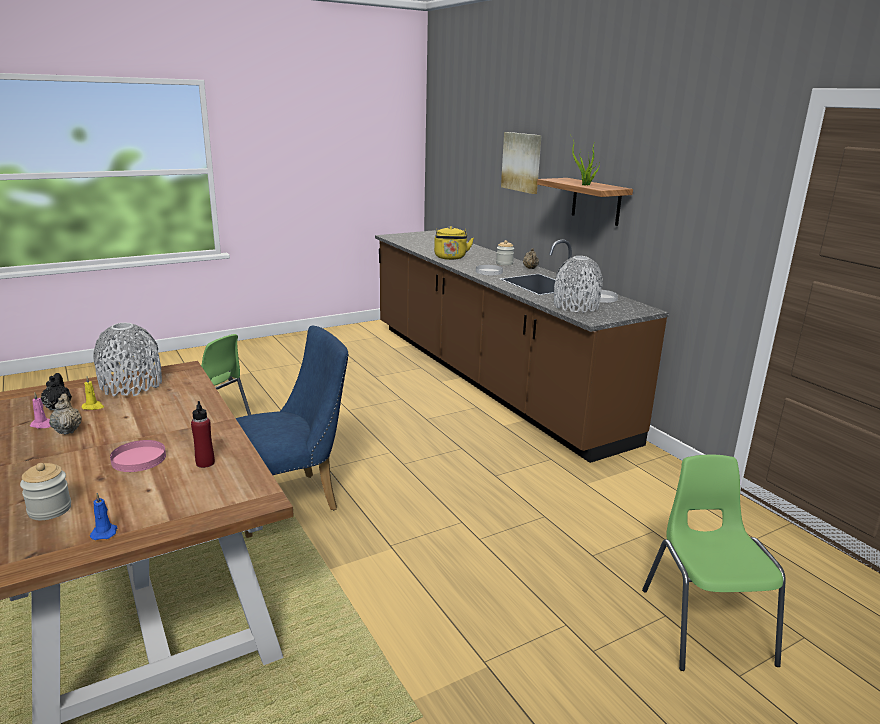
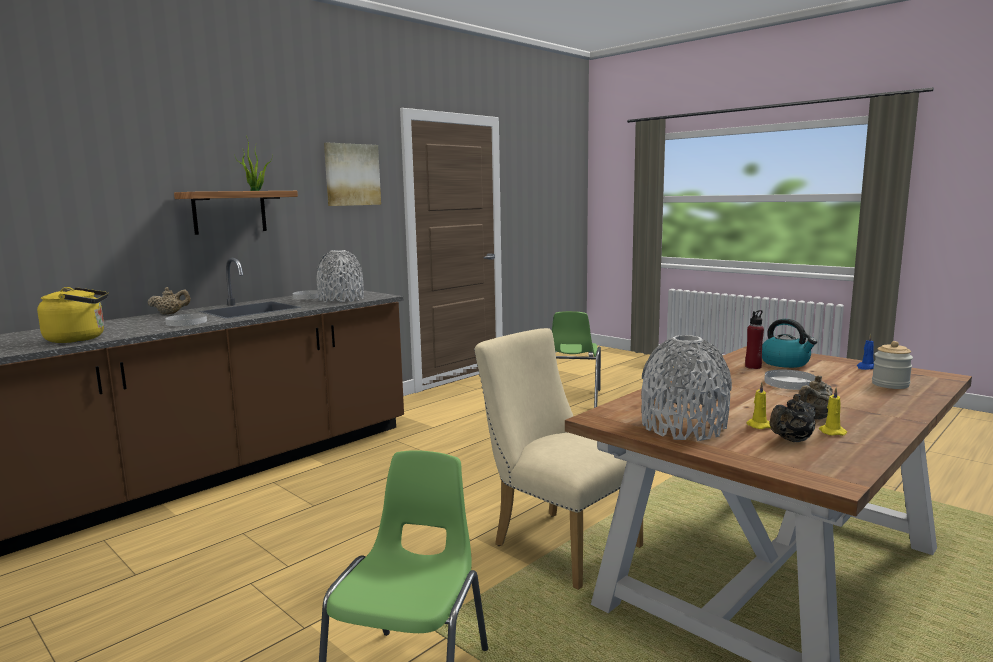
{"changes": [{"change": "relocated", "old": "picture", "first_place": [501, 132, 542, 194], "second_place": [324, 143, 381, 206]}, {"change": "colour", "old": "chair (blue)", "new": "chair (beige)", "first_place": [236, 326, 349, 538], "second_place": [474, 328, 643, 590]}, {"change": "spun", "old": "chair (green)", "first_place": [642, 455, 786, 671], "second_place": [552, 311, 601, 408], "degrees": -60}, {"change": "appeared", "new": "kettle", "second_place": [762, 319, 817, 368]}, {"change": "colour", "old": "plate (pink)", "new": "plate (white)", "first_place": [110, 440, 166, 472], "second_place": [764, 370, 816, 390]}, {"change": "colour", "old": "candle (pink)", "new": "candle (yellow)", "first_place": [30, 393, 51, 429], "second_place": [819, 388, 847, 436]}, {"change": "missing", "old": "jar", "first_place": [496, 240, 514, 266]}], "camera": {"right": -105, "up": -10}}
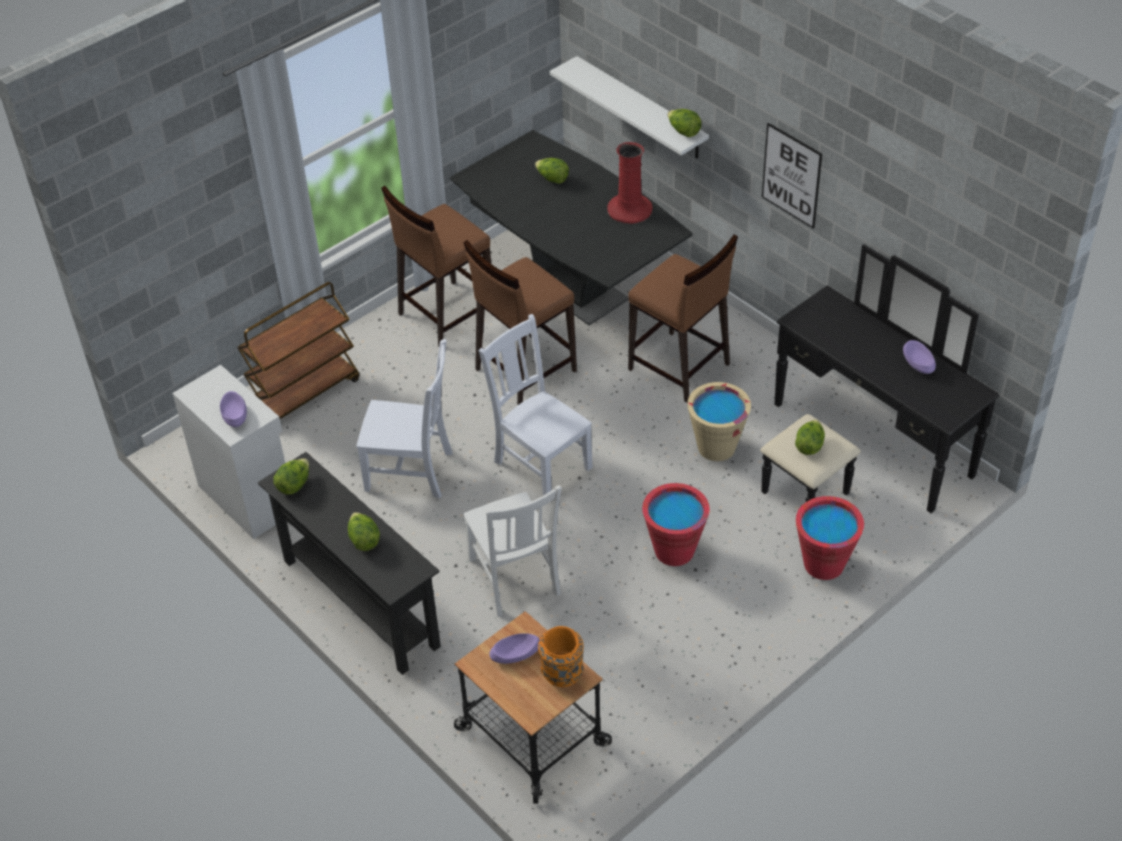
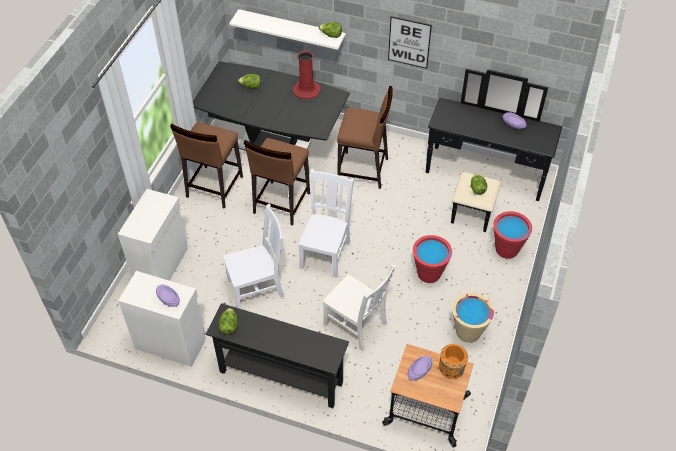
{"changes": [{"change": "exchanged", "old": "cart (brown)", "new": "cabinet (white)", "first_place": [237, 282, 360, 419], "second_place": [118, 189, 188, 281]}, {"change": "spun", "old": "chair (white)", "first_place": [479, 314, 593, 496], "second_place": [298, 169, 354, 278], "degrees": 90}, {"change": "relocated", "old": "bucket (beige)", "first_place": [687, 382, 751, 461], "second_place": [452, 293, 494, 343]}, {"change": "missing", "old": "lettuce", "first_place": [348, 512, 380, 551]}], "camera": {"right": -30, "up": 5}}
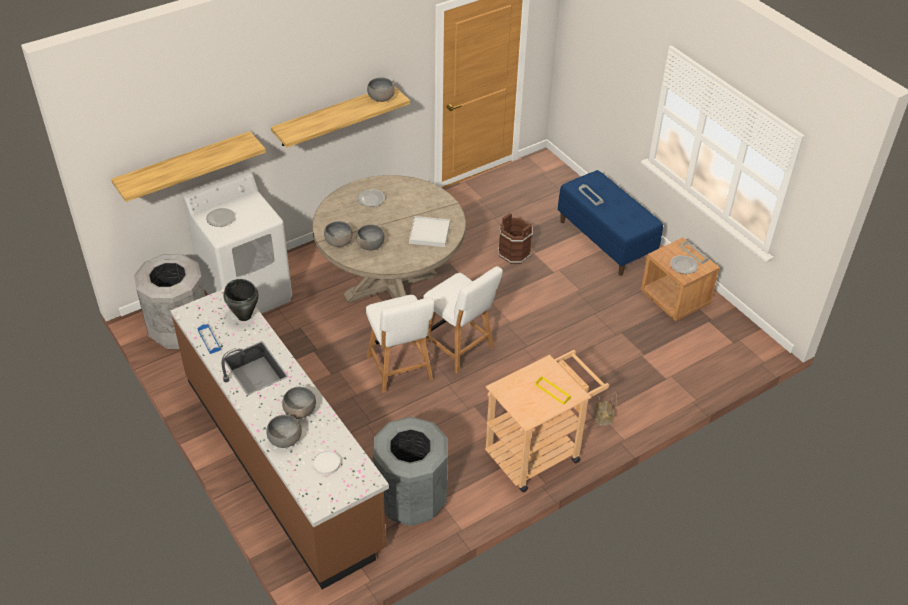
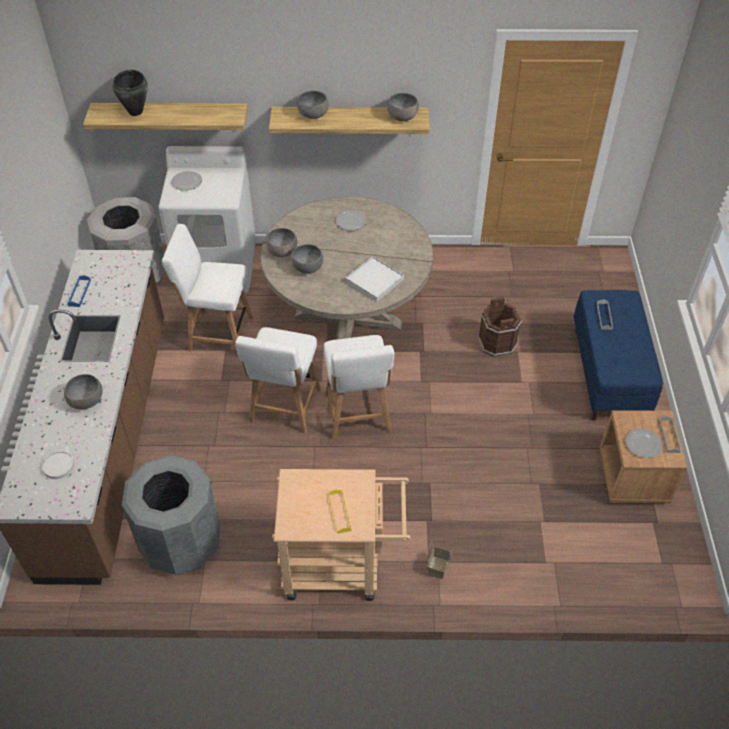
{"changes": [{"change": "relocated", "old": "cooking pot (black)", "first_place": [223, 279, 259, 321], "second_place": [112, 70, 148, 116]}, {"change": "appeared", "new": "chair (white)", "second_place": [162, 224, 254, 357]}, {"change": "relocated", "old": "bowl (grey)", "first_place": [266, 415, 302, 448], "second_place": [297, 91, 329, 119]}], "camera": {"right": 35, "up": 5}}
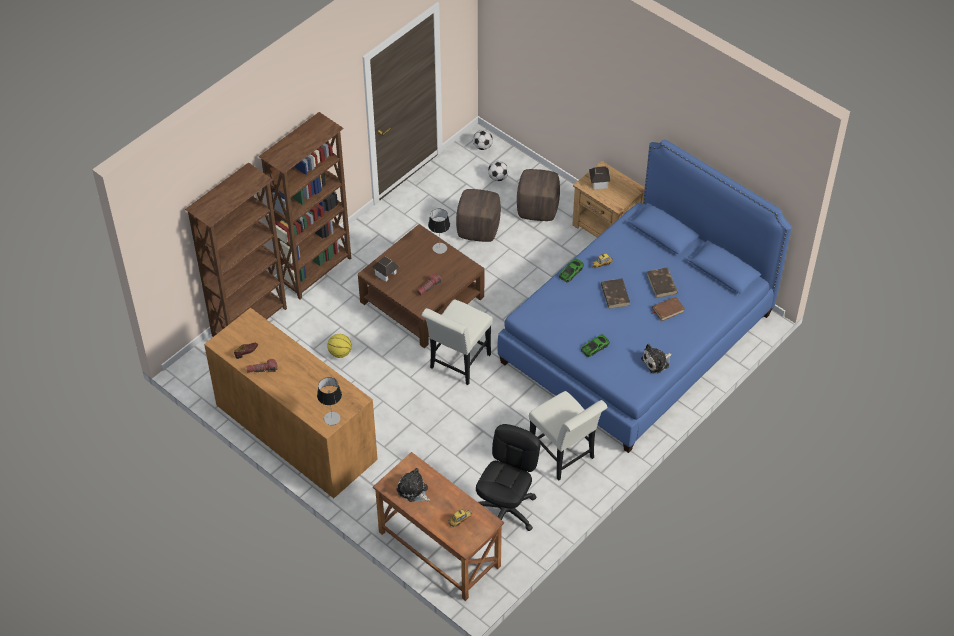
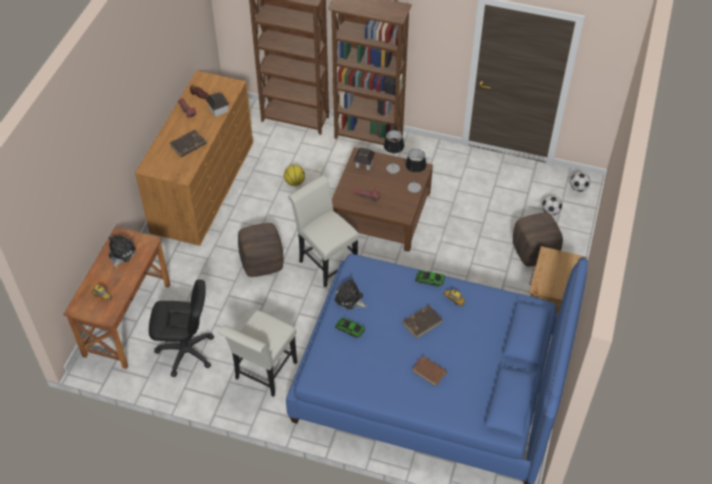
{"changes": [{"change": "relocated", "old": "book (brown)", "first_place": [647, 268, 678, 298], "second_place": [170, 130, 207, 157]}, {"change": "relocated", "old": "toy house", "first_place": [589, 166, 611, 189], "second_place": [205, 92, 230, 117]}, {"change": "relocated", "old": "ottoman (brown)", "first_place": [456, 189, 501, 242], "second_place": [238, 223, 283, 277]}, {"change": "spun", "old": "chair (white)", "first_place": [422, 300, 493, 385], "second_place": [288, 175, 359, 288], "degrees": 45}, {"change": "relocated", "old": "plush toy", "first_place": [641, 344, 672, 374], "second_place": [334, 278, 367, 310]}, {"change": "relocated", "old": "table lamp", "first_place": [317, 377, 342, 425], "second_place": [384, 130, 404, 174]}], "camera": {"right": 65, "up": 0}}
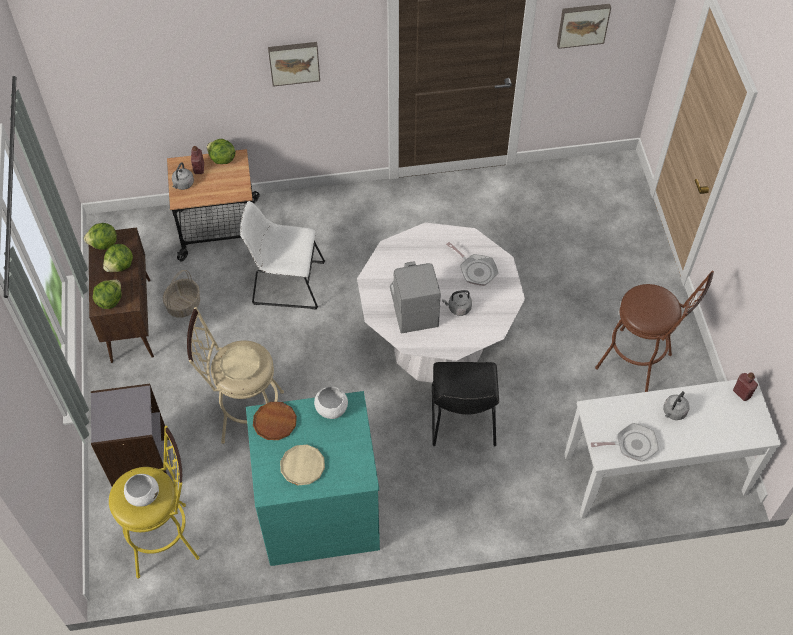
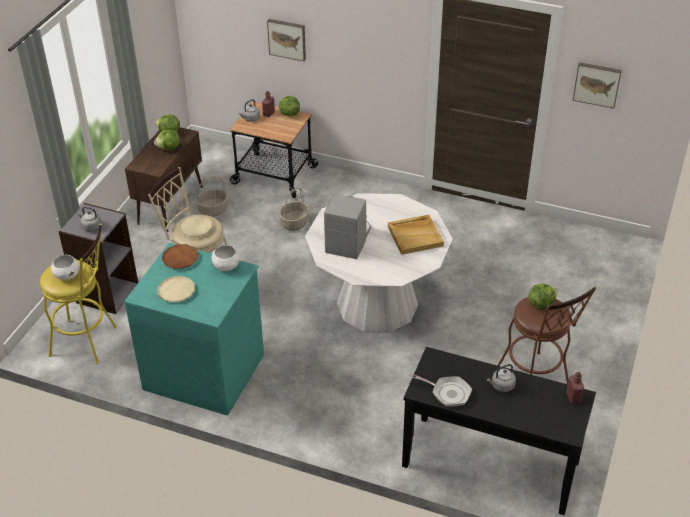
{"changes": [{"change": "relocated", "old": "kettle (grey)", "first_place": [442, 290, 472, 316], "second_place": [77, 206, 101, 231]}, {"change": "relocated", "old": "picture", "first_place": [268, 42, 320, 87], "second_place": [267, 19, 306, 61]}, {"change": "exchanged", "old": "chair (white)", "new": "basket", "first_place": [240, 201, 325, 310], "second_place": [279, 188, 310, 231]}, {"change": "exchanged", "old": "frying pan", "new": "tray (beige)", "first_place": [446, 242, 498, 286], "second_place": [388, 215, 444, 255]}, {"change": "colour", "old": "console table (white)", "new": "console table (black)", "first_place": [564, 377, 781, 519], "second_place": [402, 347, 596, 515]}, {"change": "relocated", "old": "lettuce", "first_place": [93, 280, 121, 309], "second_place": [528, 284, 557, 310]}, {"change": "missing", "old": "chair (black)", "first_place": [432, 362, 499, 447]}], "camera": {"right": 30, "up": -15}}
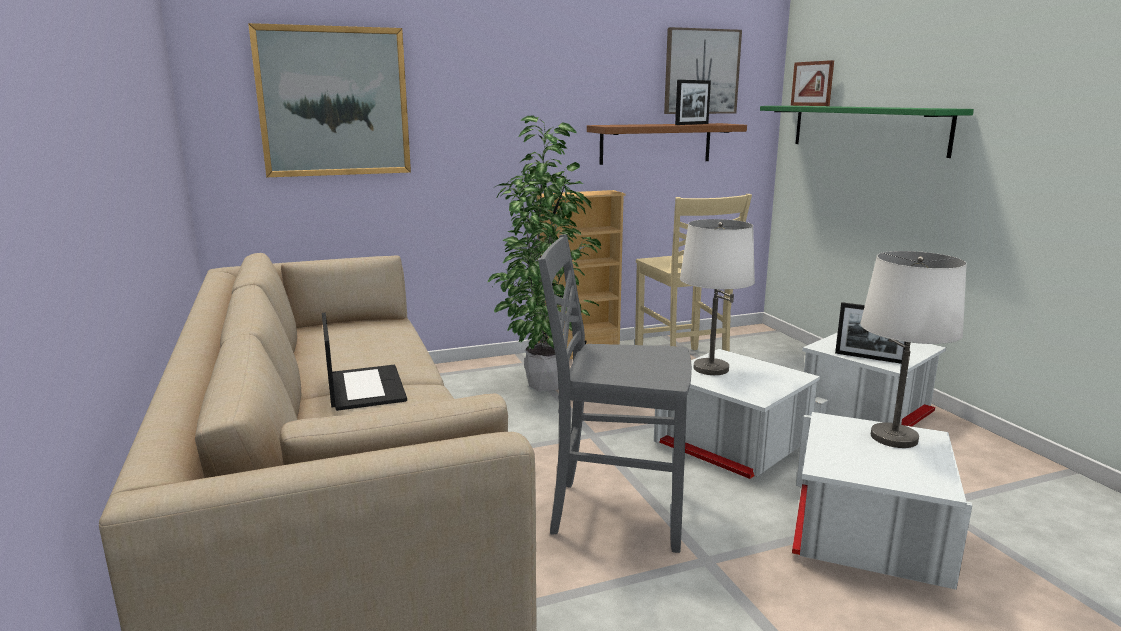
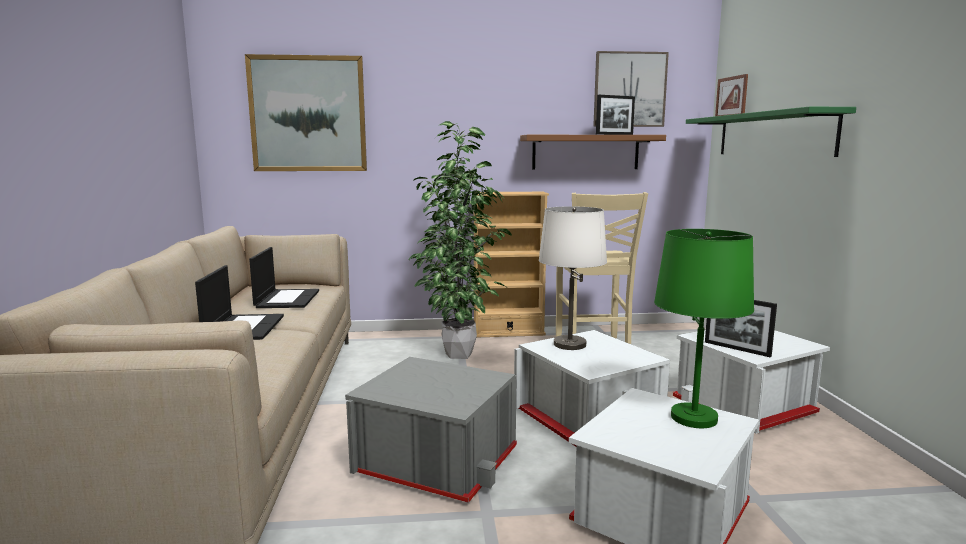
{"changes": [{"change": "appeared", "new": "laptop", "second_place": [249, 247, 319, 308]}, {"change": "exchanged", "old": "chair (grey)", "new": "storage box (grey)", "first_place": [538, 234, 692, 553], "second_place": [345, 357, 517, 503]}, {"change": "colour", "old": "table lamp (white)", "new": "table lamp (green)", "first_place": [860, 251, 967, 448], "second_place": [654, 229, 754, 428]}], "camera": {"right": 15, "up": -5}}
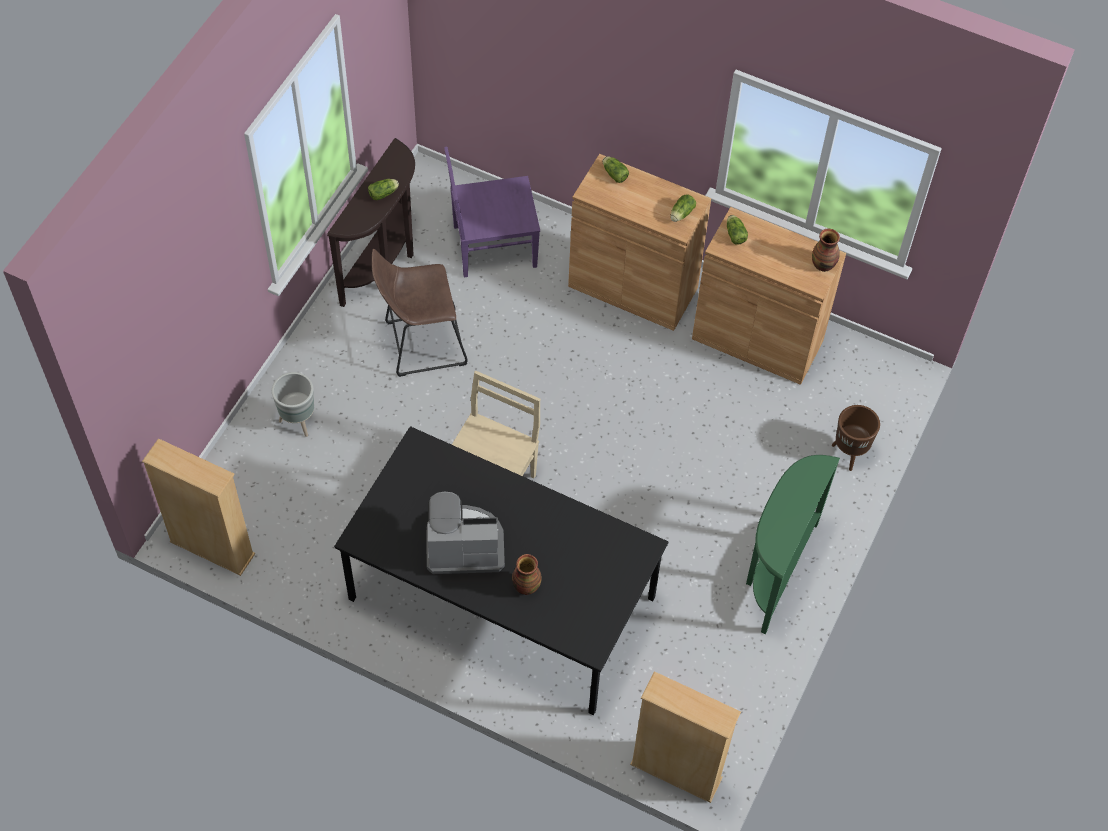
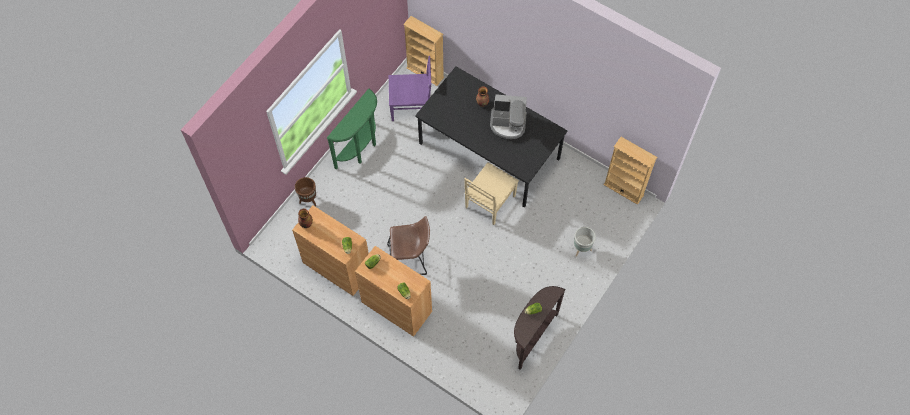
{"changes": [{"change": "relocated", "old": "stool (brown)", "first_place": [372, 249, 468, 377], "second_place": [387, 216, 430, 275]}, {"change": "relocated", "old": "chair (purple)", "first_place": [444, 147, 540, 277], "second_place": [389, 56, 431, 121]}], "camera": {"right": -170, "up": 5}}
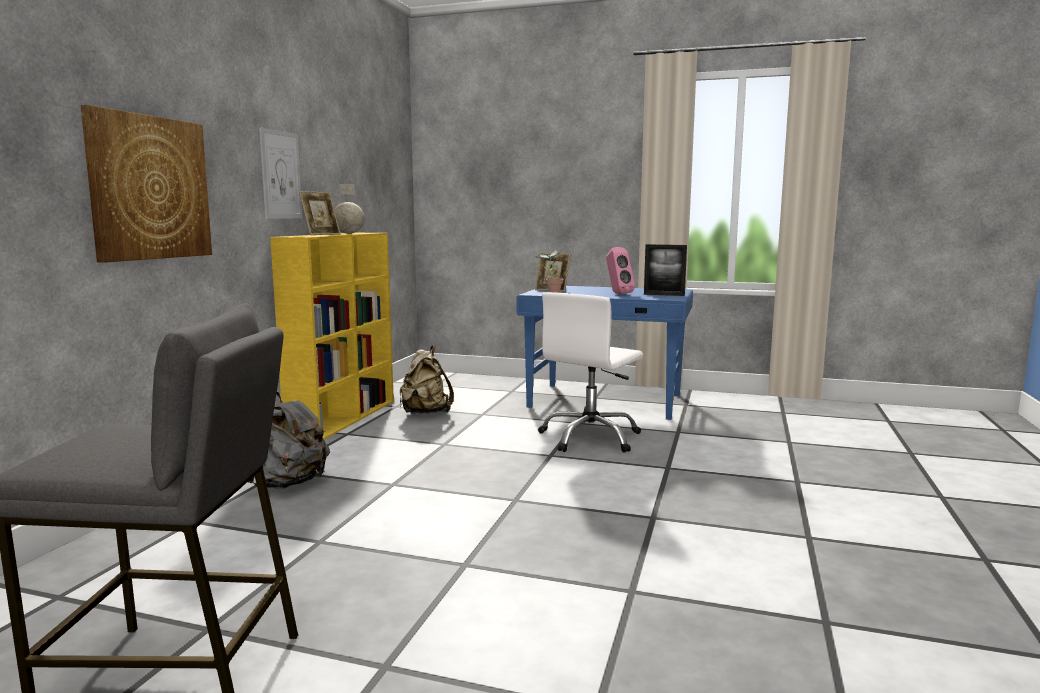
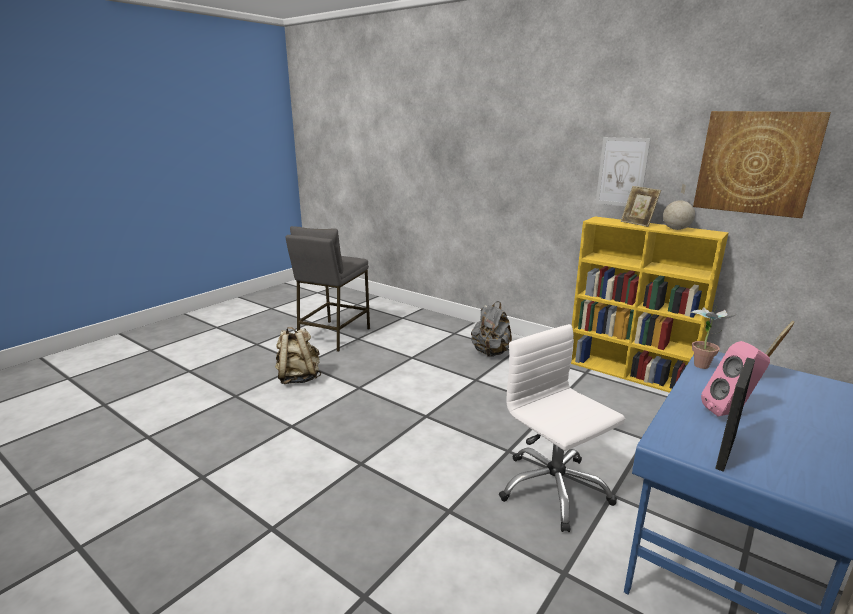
{"changes": [{"change": "relocated", "old": "backpack (beige)", "first_place": [400, 345, 454, 414], "second_place": [275, 327, 321, 384]}, {"change": "relocated", "old": "picture", "first_place": [81, 105, 212, 263], "second_place": [693, 111, 831, 218]}], "camera": {"right": 110, "up": 10}}
